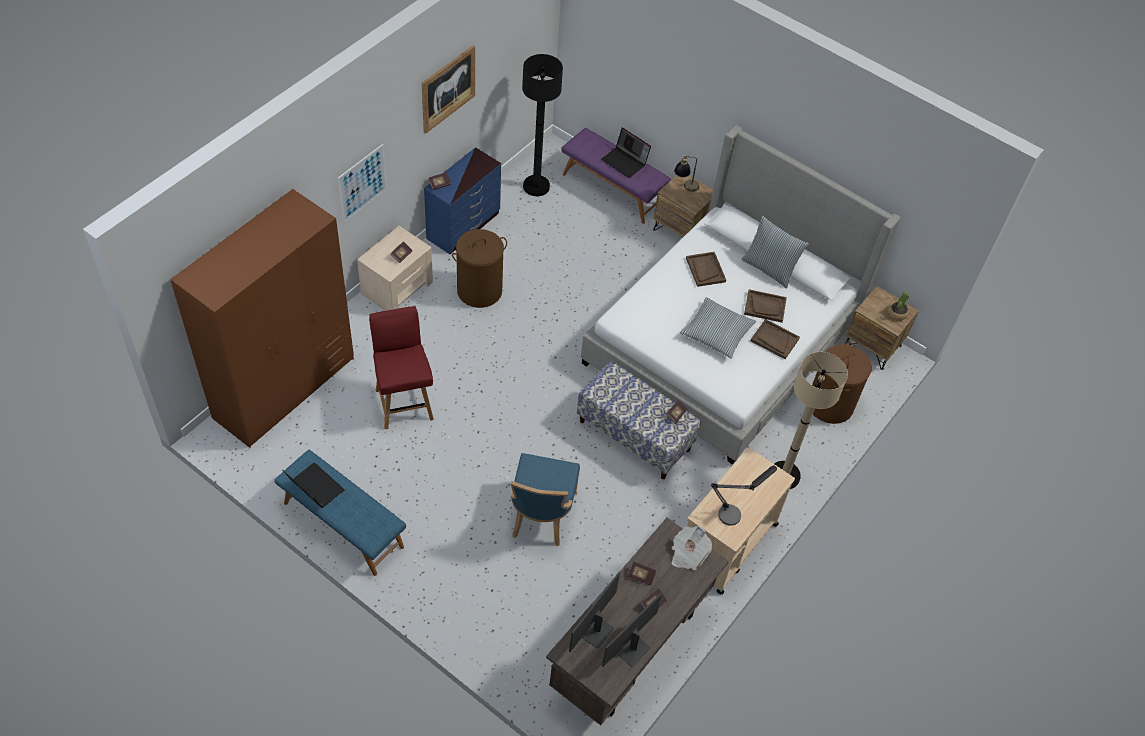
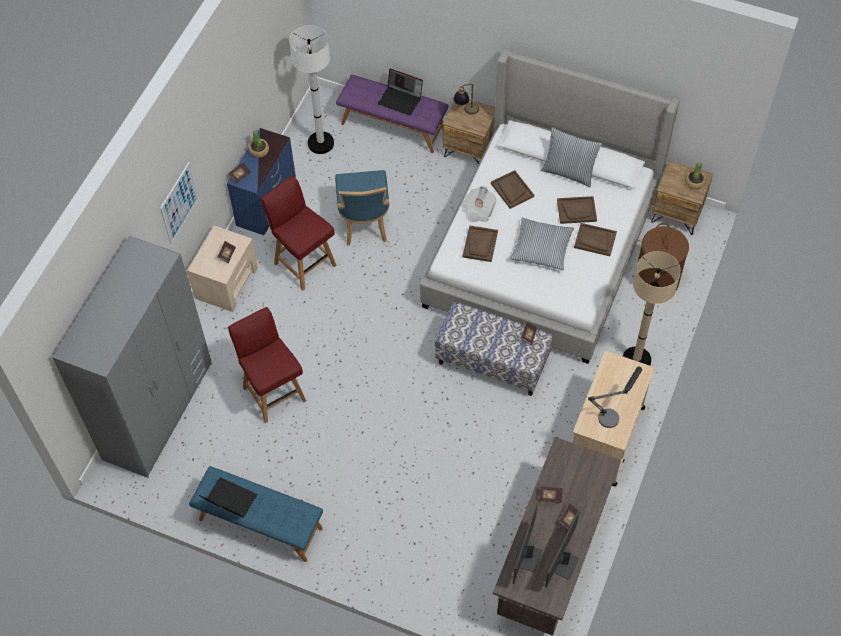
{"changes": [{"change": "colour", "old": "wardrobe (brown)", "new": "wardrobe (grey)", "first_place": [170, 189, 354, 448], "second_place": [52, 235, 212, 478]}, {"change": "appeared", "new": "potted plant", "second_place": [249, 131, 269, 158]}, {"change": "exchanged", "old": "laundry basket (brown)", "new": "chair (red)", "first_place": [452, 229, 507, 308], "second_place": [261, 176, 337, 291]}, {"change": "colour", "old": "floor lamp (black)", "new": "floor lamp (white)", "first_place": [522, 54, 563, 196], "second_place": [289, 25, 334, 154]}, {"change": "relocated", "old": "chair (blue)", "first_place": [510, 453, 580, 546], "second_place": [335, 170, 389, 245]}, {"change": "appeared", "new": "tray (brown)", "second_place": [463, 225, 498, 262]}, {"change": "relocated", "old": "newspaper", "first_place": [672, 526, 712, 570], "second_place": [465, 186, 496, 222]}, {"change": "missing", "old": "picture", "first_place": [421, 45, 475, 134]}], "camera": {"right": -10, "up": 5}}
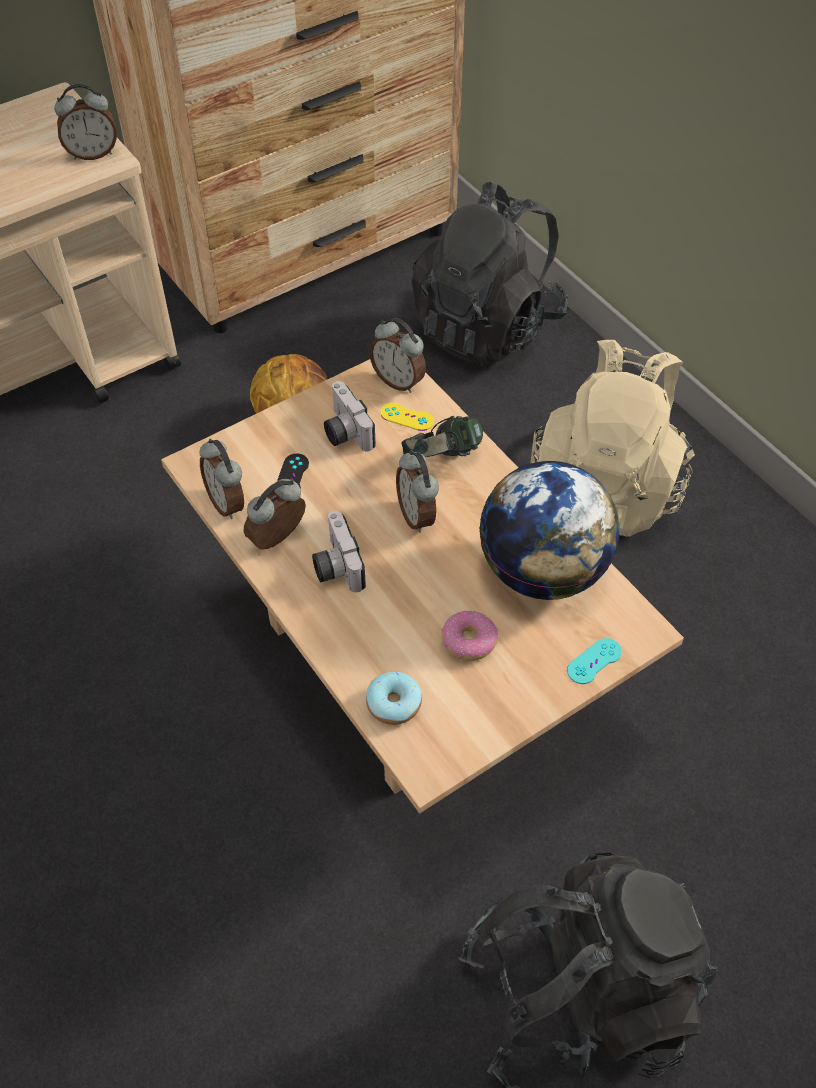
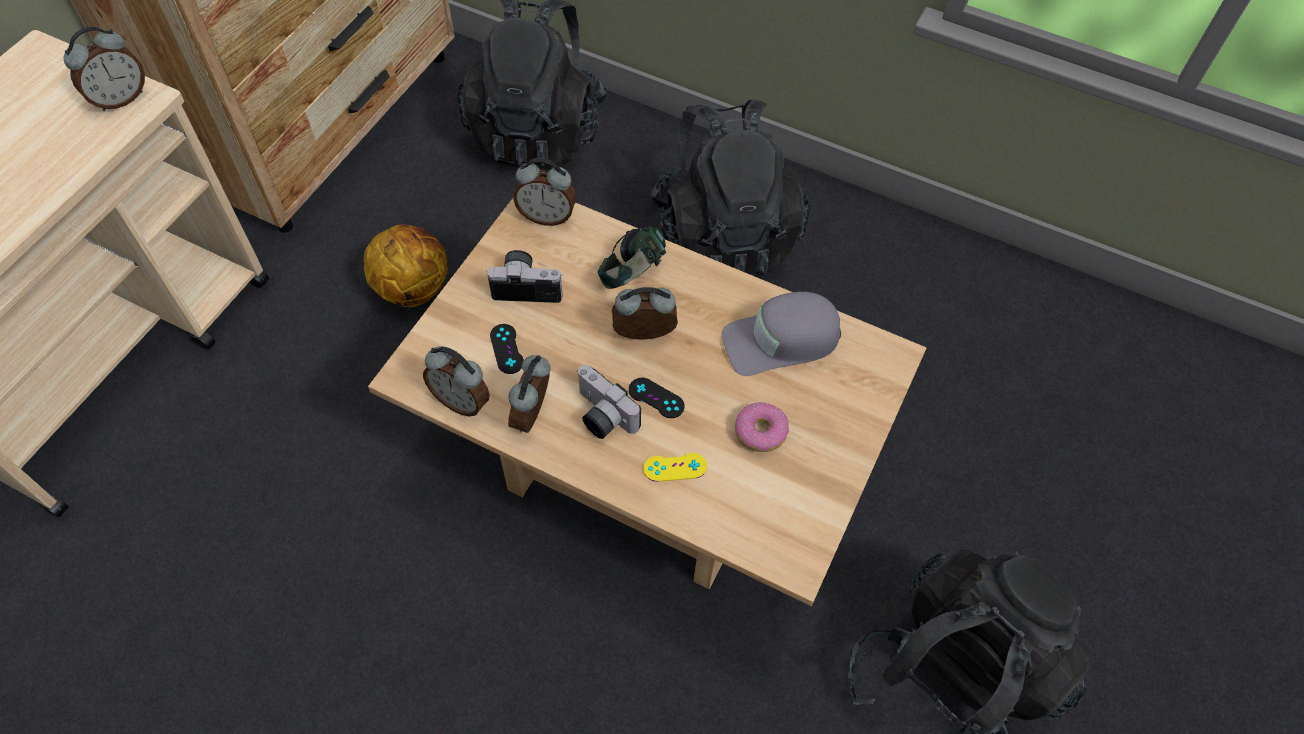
{"changes": [{"change": "spun", "old": "photo camera", "first_place": [324, 381, 376, 451], "second_place": [486, 250, 563, 303], "degrees": 150}, {"change": "spun", "old": "alarm clock", "first_place": [396, 450, 439, 533], "second_place": [612, 287, 678, 340], "degrees": 135}, {"change": "appeared", "new": "game controller (black)", "second_place": [629, 378, 685, 418]}, {"change": "relocated", "old": "game controller (yellow)", "first_place": [380, 403, 434, 431], "second_place": [643, 453, 707, 482]}, {"change": "colour", "old": "backpack (beige)", "new": "backpack (black)", "first_place": [530, 340, 695, 536], "second_place": [650, 99, 810, 277]}, {"change": "exchanged", "old": "globe", "new": "cap (grey)", "first_place": [479, 461, 620, 600], "second_place": [722, 292, 841, 376]}, {"change": "missing", "old": "donut", "first_place": [366, 672, 422, 725]}, {"change": "missing", "old": "game controller (turquoise)", "first_place": [567, 638, 622, 684]}], "camera": {"right": -30, "up": 5}}
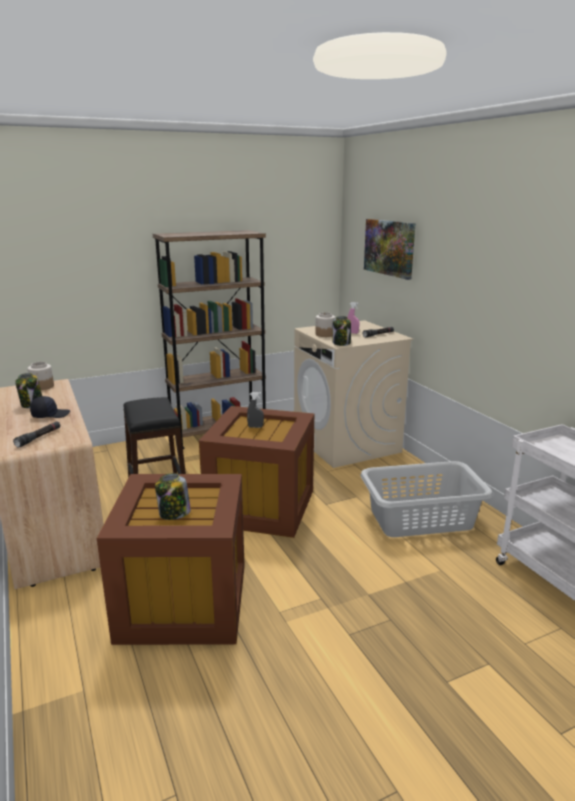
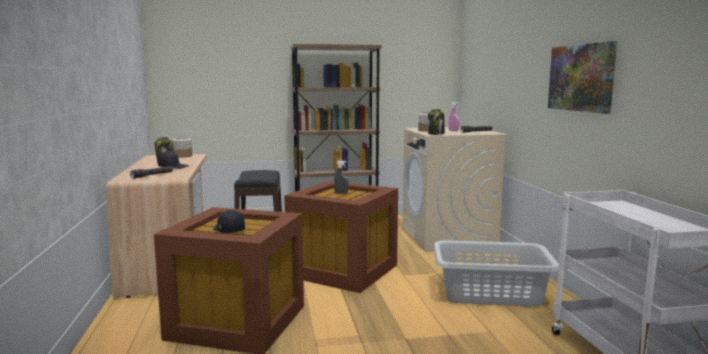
{"changes": [{"change": "exchanged", "old": "jar", "new": "cap (black)", "first_place": [155, 473, 191, 520], "second_place": [213, 210, 245, 233]}, {"change": "relocated", "old": "picture", "first_place": [364, 219, 416, 280], "second_place": [548, 41, 617, 114]}], "camera": {"right": 15, "up": -10}}
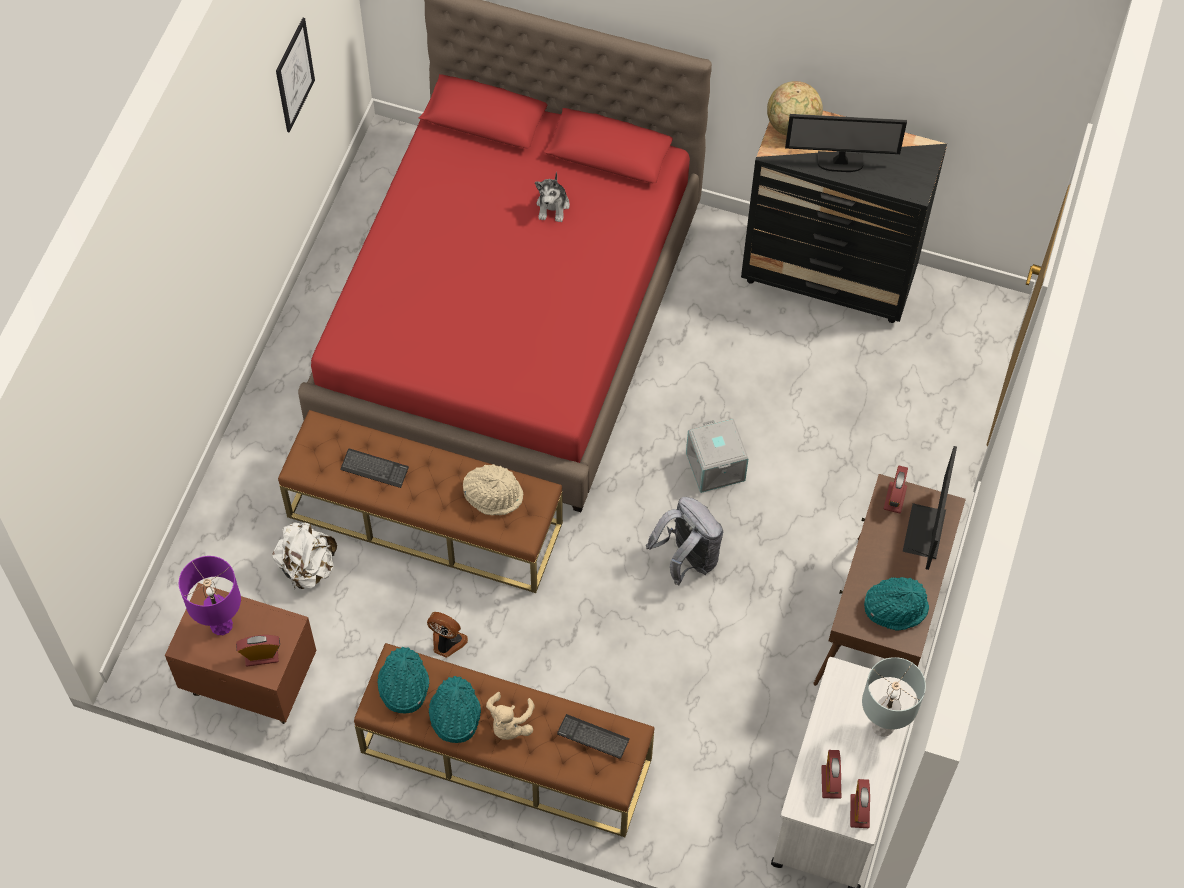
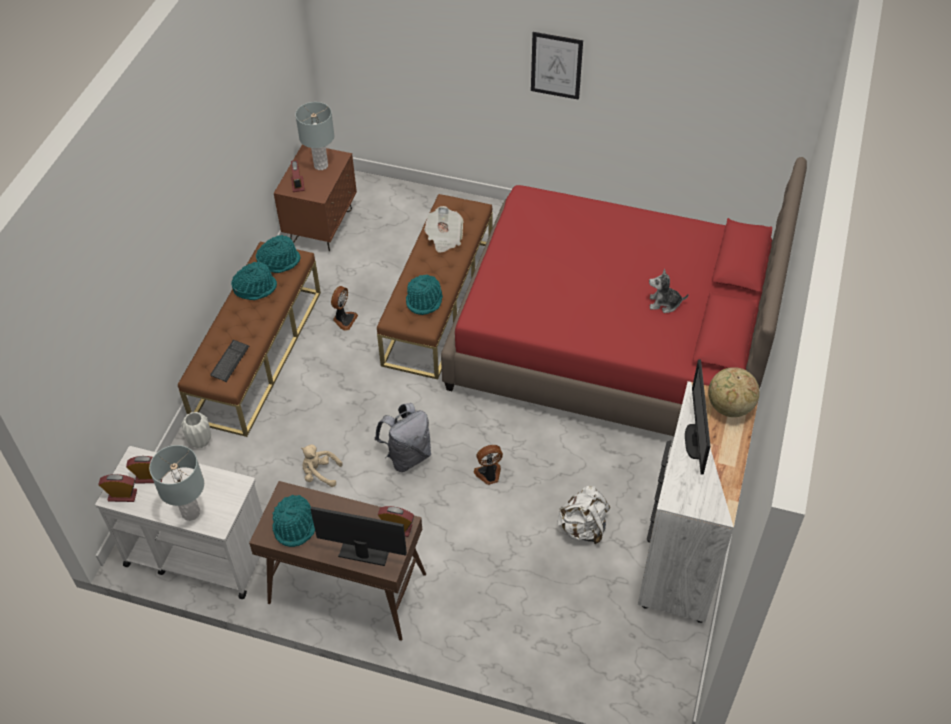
{"changes": [{"change": "appeared", "new": "vase (white)", "second_place": [181, 412, 211, 448]}, {"change": "colour", "old": "table lamp (purple)", "new": "table lamp (grey)", "first_place": [179, 556, 241, 635], "second_place": [295, 102, 334, 170]}, {"change": "relocated", "old": "plush toy (beige)", "first_place": [486, 692, 535, 740], "second_place": [301, 444, 343, 487]}, {"change": "colour", "old": "hat (beige)", "new": "hat (turquoise)", "first_place": [463, 464, 523, 515], "second_place": [406, 275, 443, 315]}, {"change": "exchanged", "old": "keyboard", "new": "newspaper", "first_place": [340, 449, 409, 488], "second_place": [424, 206, 463, 253]}, {"change": "exchanged", "old": "storage box (grey)", "new": "fan", "first_place": [686, 419, 749, 493], "second_place": [474, 445, 503, 485]}, {"change": "relocated", "old": "picture", "first_place": [276, 18, 315, 132], "second_place": [531, 32, 583, 100]}, {"change": "relocated", "old": "backpack (white)", "first_place": [272, 523, 337, 589], "second_place": [557, 486, 610, 544]}, {"change": "colour", "old": "dresser (black)", "new": "dresser (white)", "first_place": [741, 111, 947, 323], "second_place": [638, 381, 758, 623]}], "camera": {"right": 90, "up": -10}}
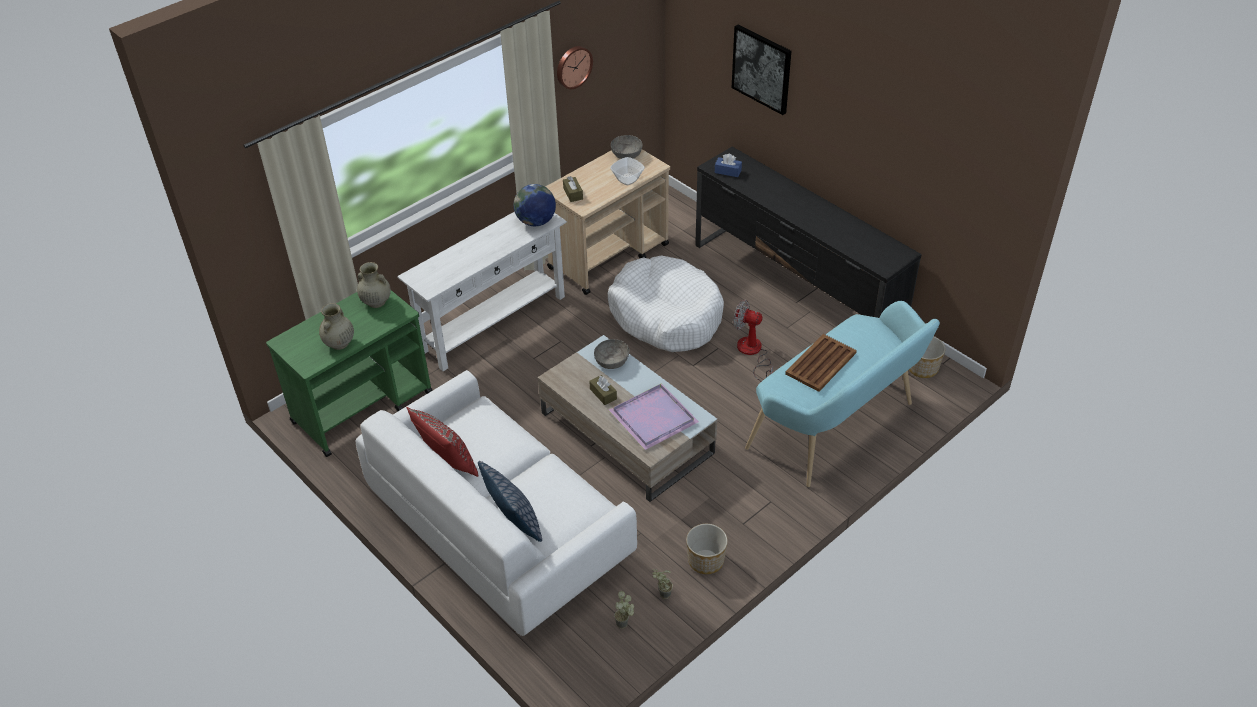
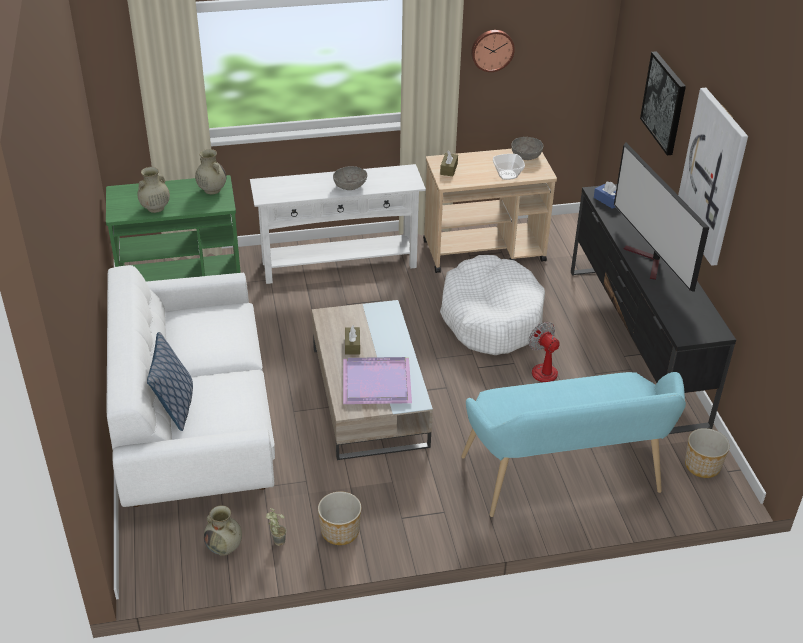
{"changes": [{"change": "exchanged", "old": "potted plant", "new": "vase (beige)", "first_place": [614, 591, 634, 629], "second_place": [204, 505, 242, 556]}, {"change": "relocated", "old": "bowl (grey)", "first_place": [594, 339, 630, 369], "second_place": [333, 166, 367, 190]}, {"change": "appeared", "new": "television", "second_place": [614, 143, 709, 292]}, {"change": "appeared", "new": "picture", "second_place": [678, 88, 748, 266]}, {"change": "missing", "old": "pillow (red)", "first_place": [406, 407, 478, 477]}, {"change": "missing", "old": "globe", "first_place": [514, 184, 556, 226]}, {"change": "missing", "old": "tray (brown)", "first_place": [785, 334, 857, 392]}], "camera": {"right": 30, "up": -5}}
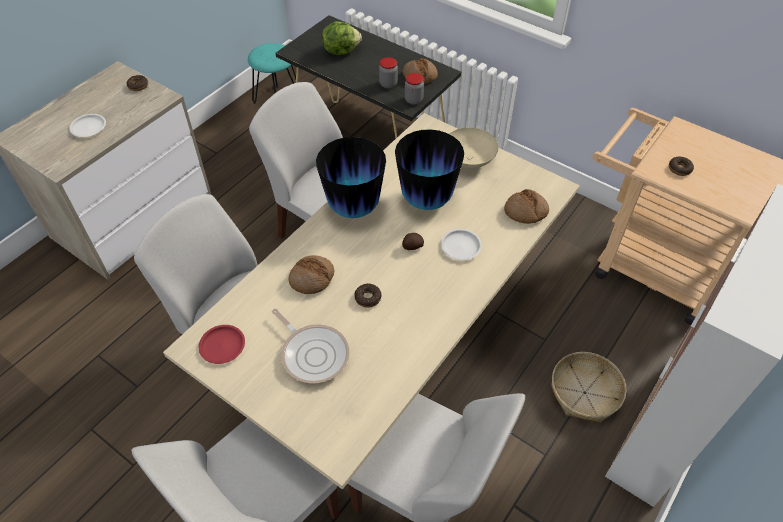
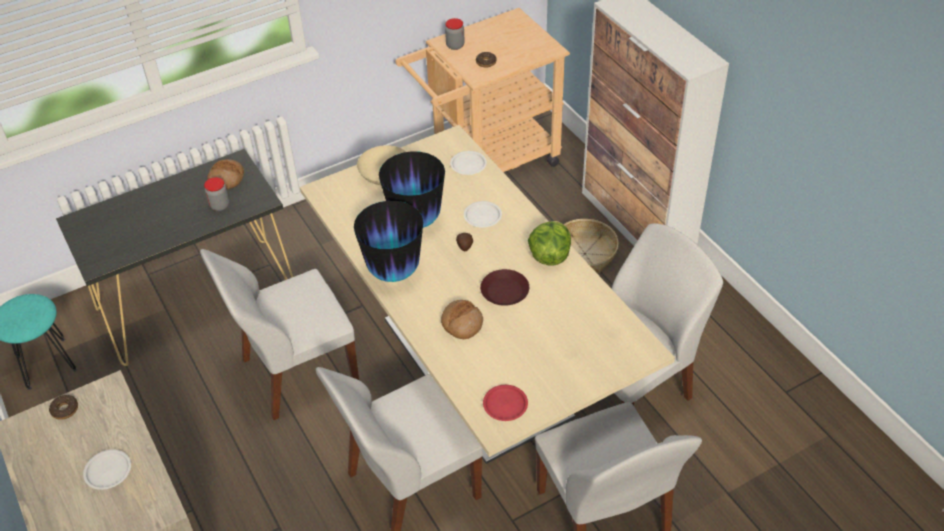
{"changes": [{"change": "relocated", "old": "jar", "first_place": [405, 73, 424, 105], "second_place": [445, 18, 465, 50]}, {"change": "exchanged", "old": "bread", "new": "plate (white)", "first_place": [504, 189, 549, 224], "second_place": [450, 151, 487, 175]}, {"change": "exchanged", "old": "donut", "new": "plate (brown)", "first_place": [354, 284, 381, 308], "second_place": [480, 269, 529, 306]}, {"change": "relocated", "old": "lettuce", "first_place": [322, 21, 362, 55], "second_place": [528, 221, 571, 265]}, {"change": "missing", "old": "frying pan", "first_place": [272, 309, 349, 384]}], "camera": {"right": -65, "up": -5}}
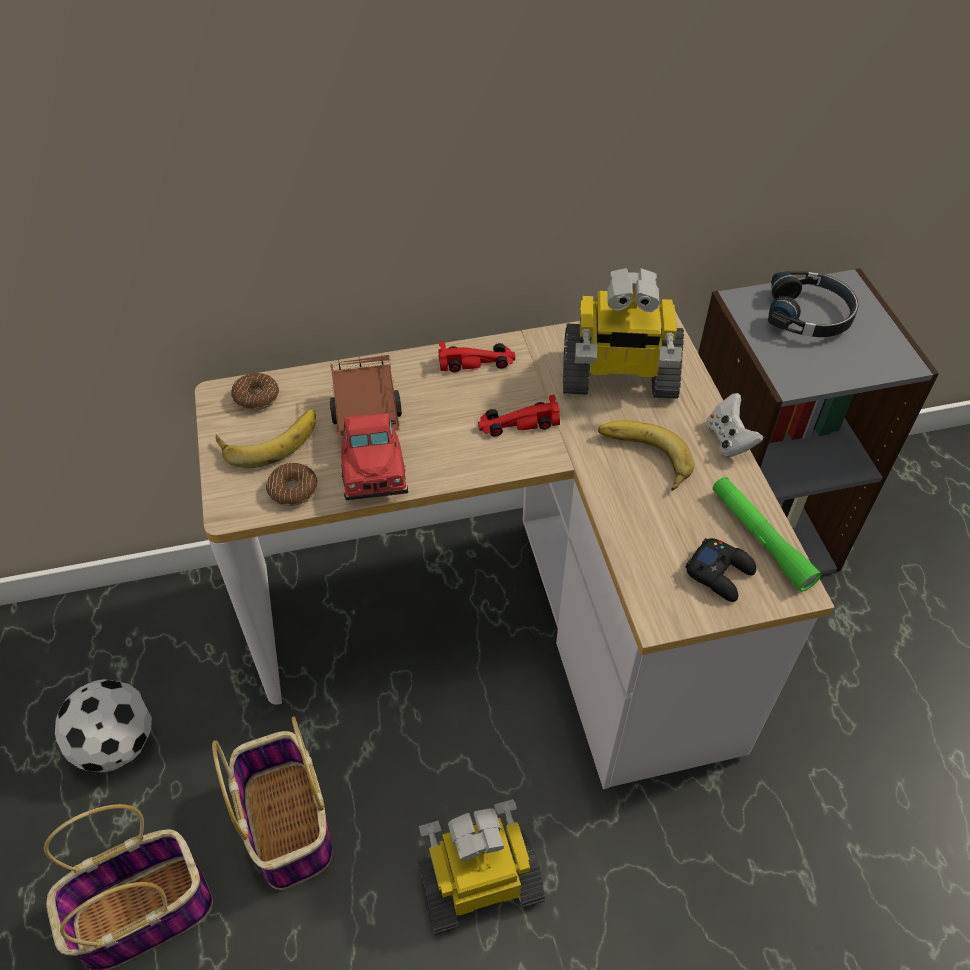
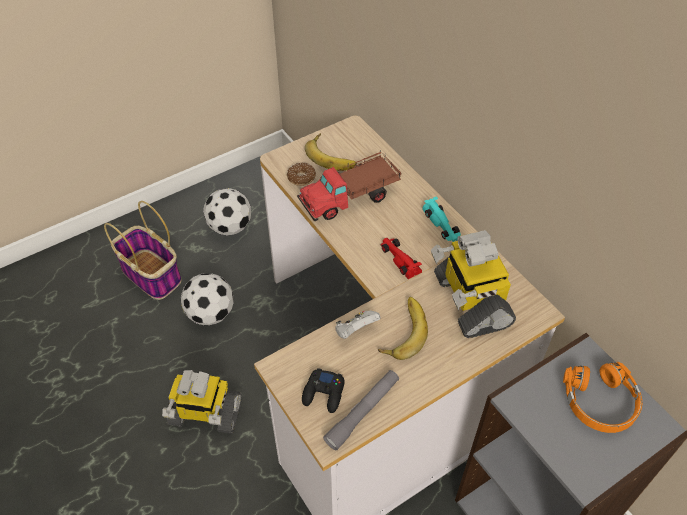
{"changes": [{"change": "spun", "old": "toy robot", "first_place": [417, 799, 545, 934], "second_place": [162, 370, 242, 434], "degrees": 135}, {"change": "exchanged", "old": "basket", "new": "football", "first_place": [212, 716, 332, 890], "second_place": [181, 273, 234, 325]}, {"change": "colour", "old": "flashlight (green)", "new": "flashlight (grey)", "first_place": [712, 477, 822, 592], "second_place": [323, 370, 399, 450]}, {"change": "relocated", "old": "game controller (white)", "first_place": [707, 393, 763, 457], "second_place": [335, 310, 381, 339]}, {"change": "colour", "old": "toy car (red)", "new": "toy car (turquoise)", "first_place": [439, 342, 515, 372], "second_place": [422, 196, 461, 242]}, {"change": "colour", "old": "headphones (black)", "new": "headphones (orange)", "first_place": [768, 271, 859, 337], "second_place": [563, 362, 643, 433]}, {"change": "missing", "old": "donut", "first_place": [231, 373, 279, 411]}], "camera": {"right": 70, "up": 0}}
